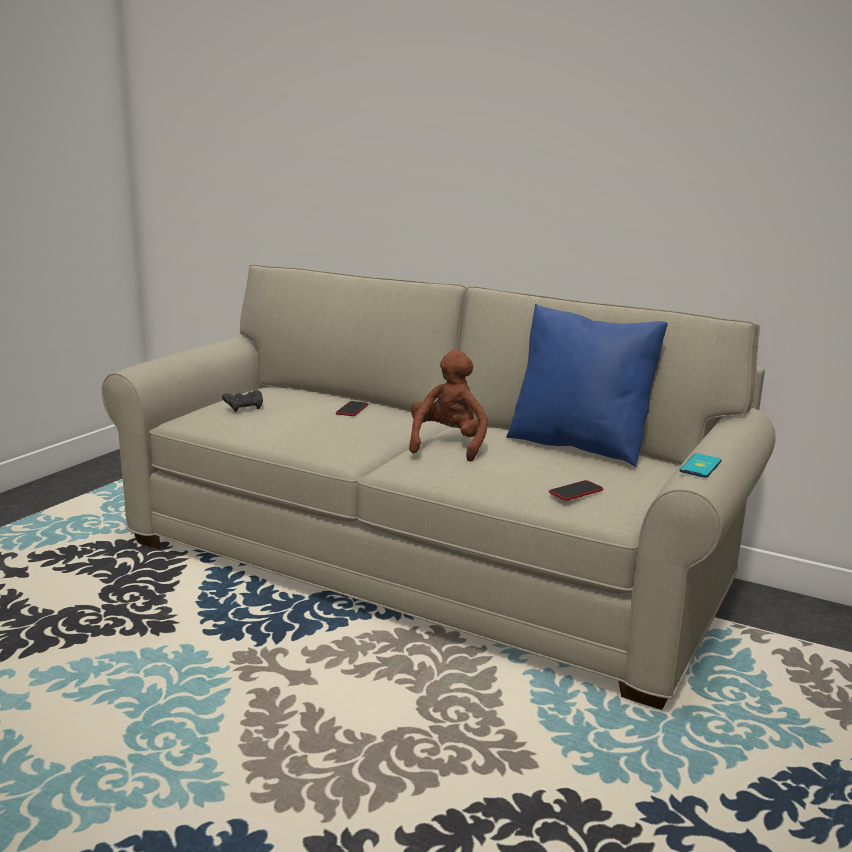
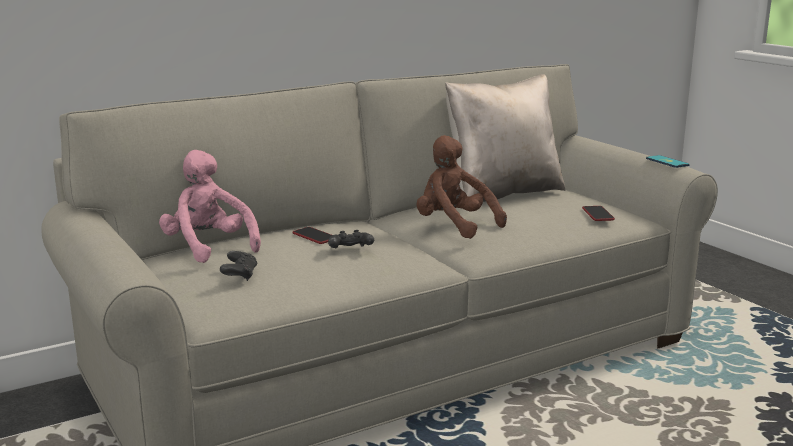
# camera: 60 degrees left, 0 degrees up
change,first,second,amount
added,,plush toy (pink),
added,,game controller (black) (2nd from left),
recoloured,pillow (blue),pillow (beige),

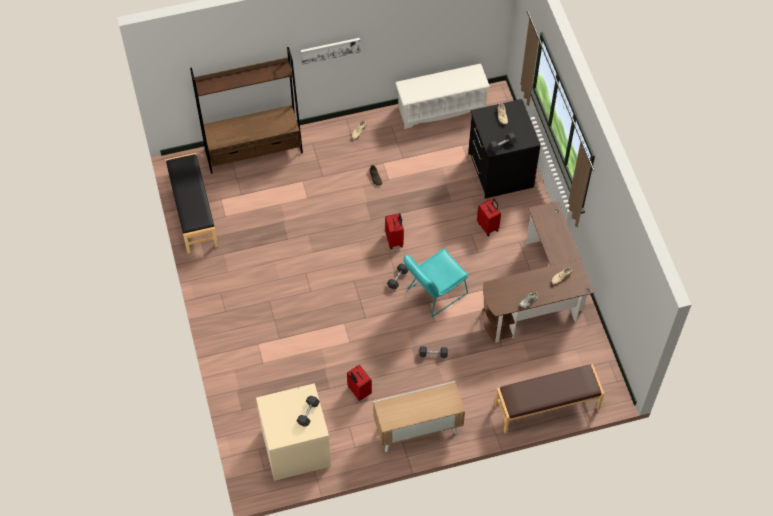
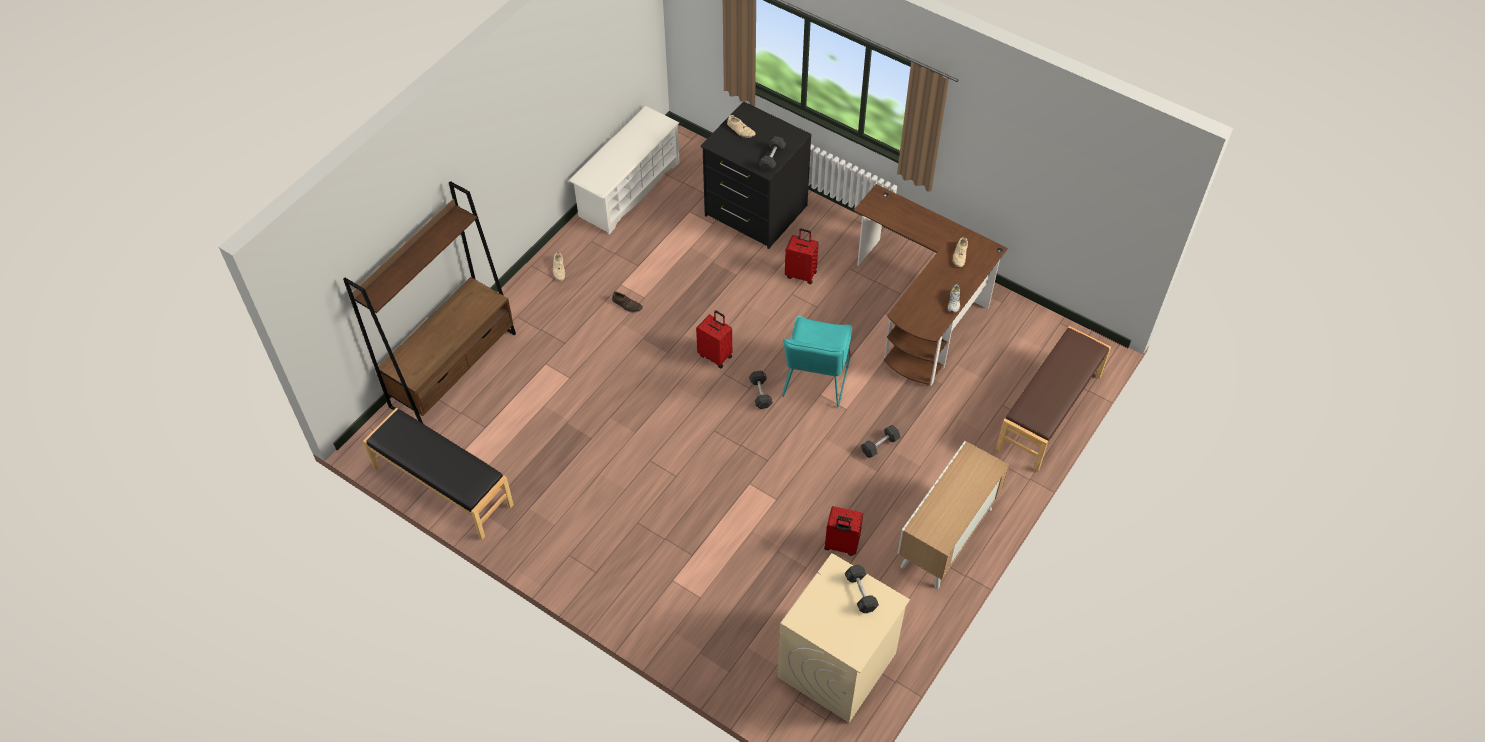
# camera: 40 degrees left, 5 degrees down
change,first,second,amount
removed,picture,,

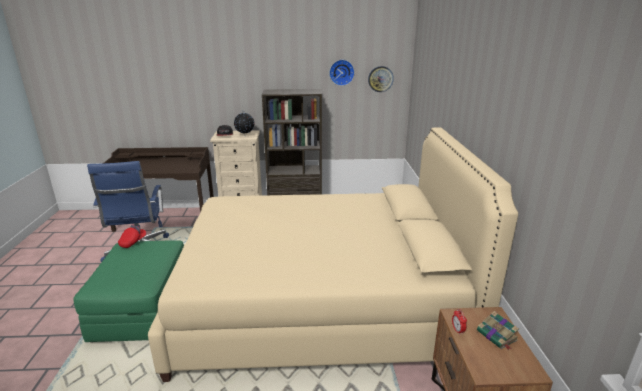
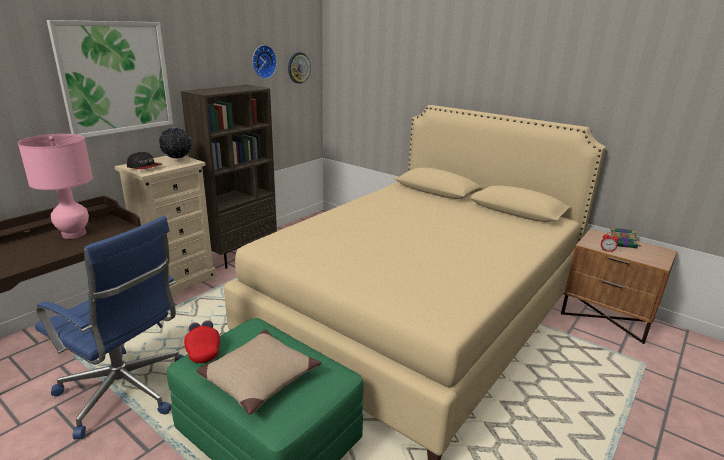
# camera: 50 degrees left, 0 degrees up
change,first,second,amount
added,,table lamp (pink),
added,,picture,
added,,pillow (beige),

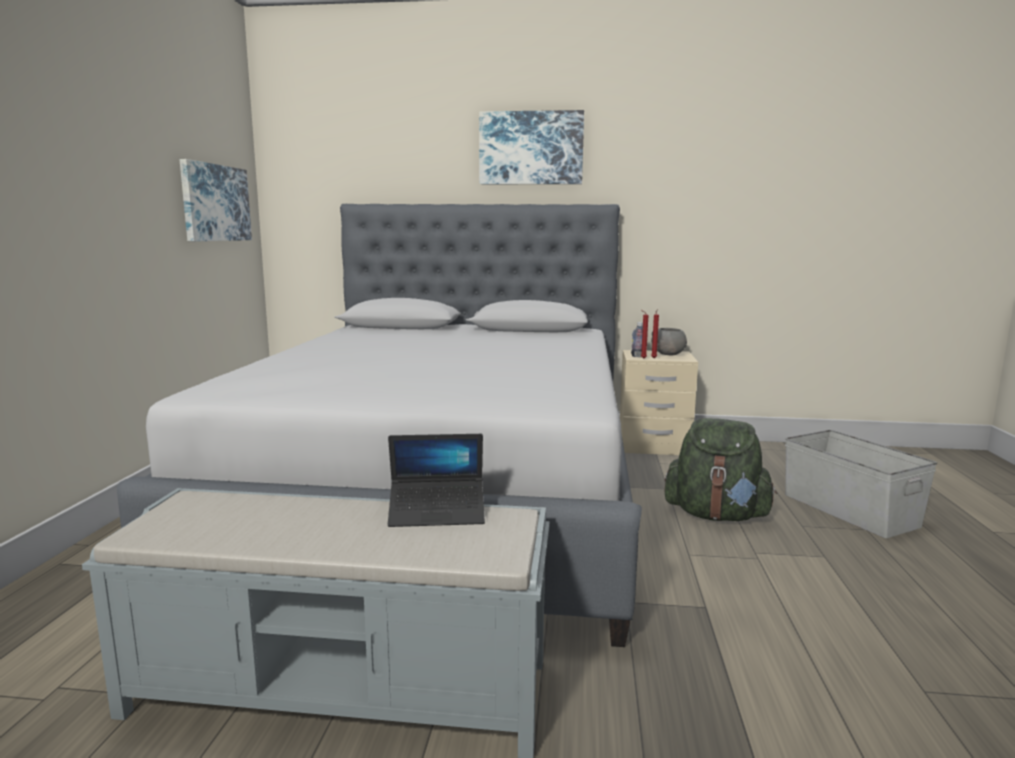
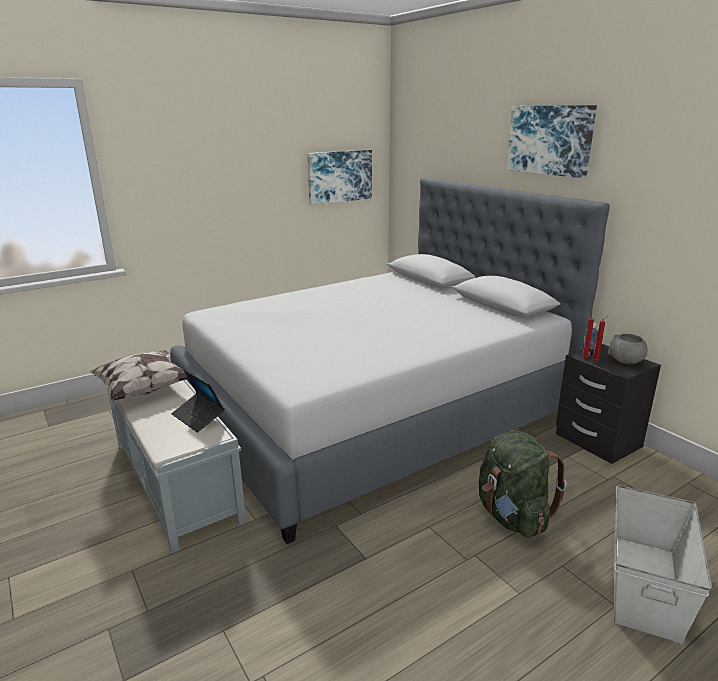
# camera: 50 degrees right, 10 degrees up
change,first,second,amount
added,,pillow,
recoloured,nightstand (beige),nightstand (black),

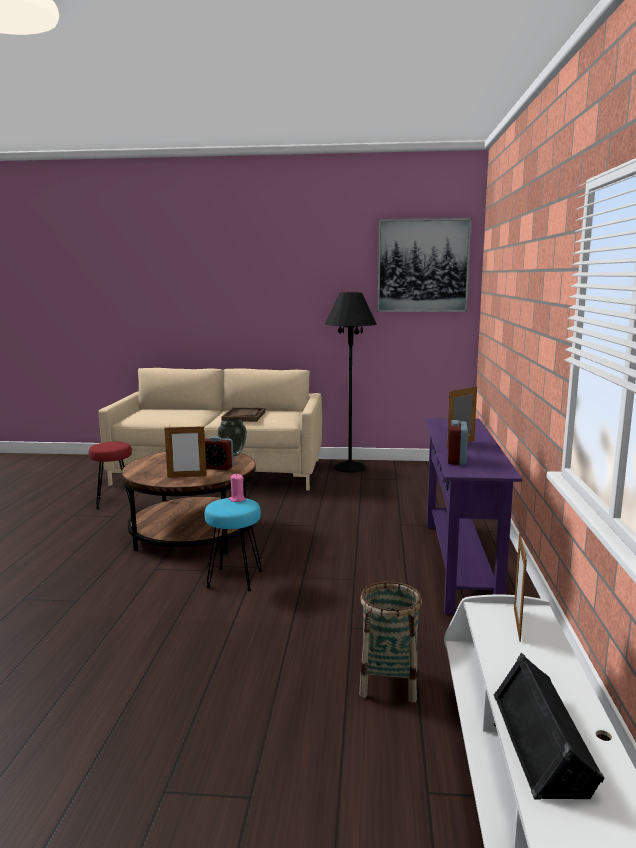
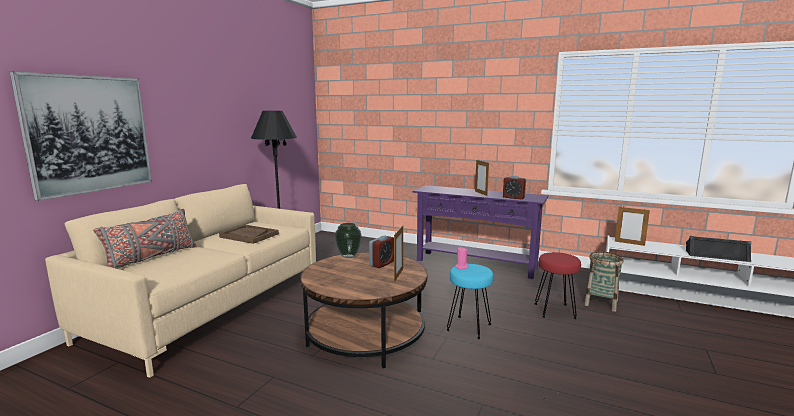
# camera: 70 degrees left, 0 degrees up
change,first,second,amount
moved,picture,,
added,,pillow (grey),
moved,stool (red),,

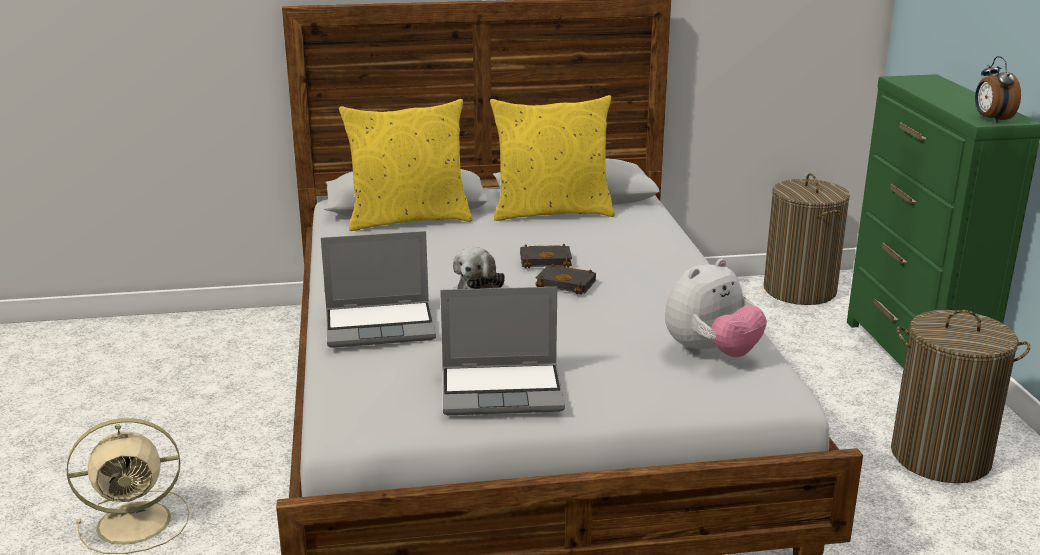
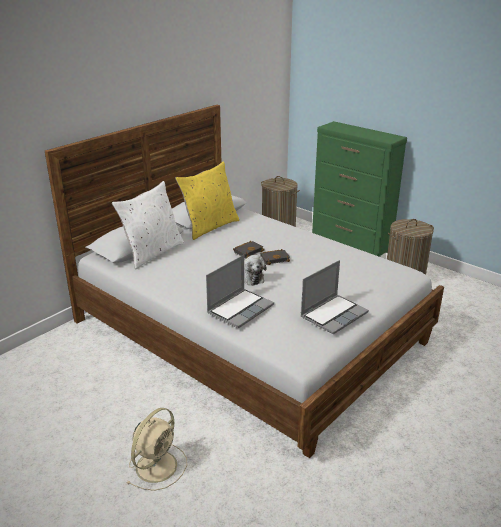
# camera: 40 degrees left, 5 degrees up
change,first,second,amount
recoloured,pillow (yellow) (1st from left),pillow (white),
removed,plush toy (2nd from left),,
removed,alarm clock,,

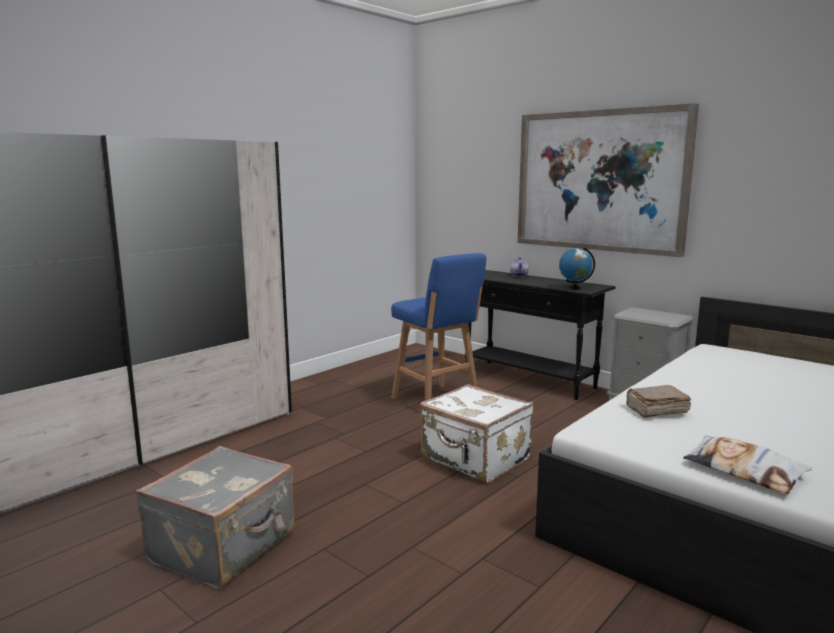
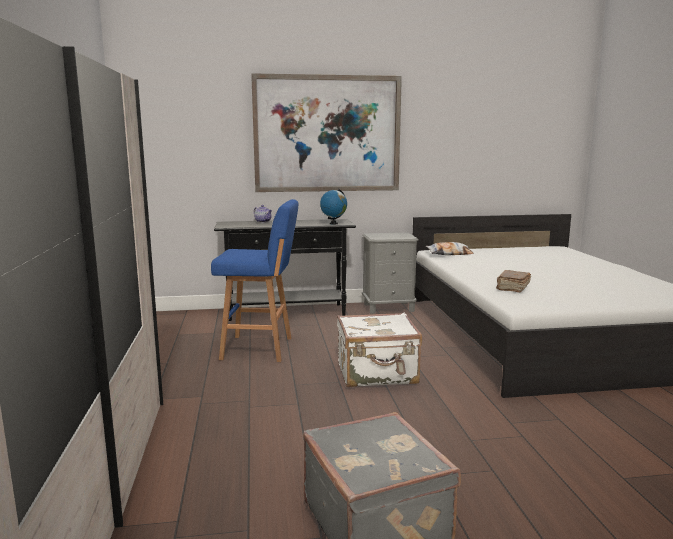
# camera: 50 degrees left, 0 degrees up
change,first,second,amount
moved,pillow,,

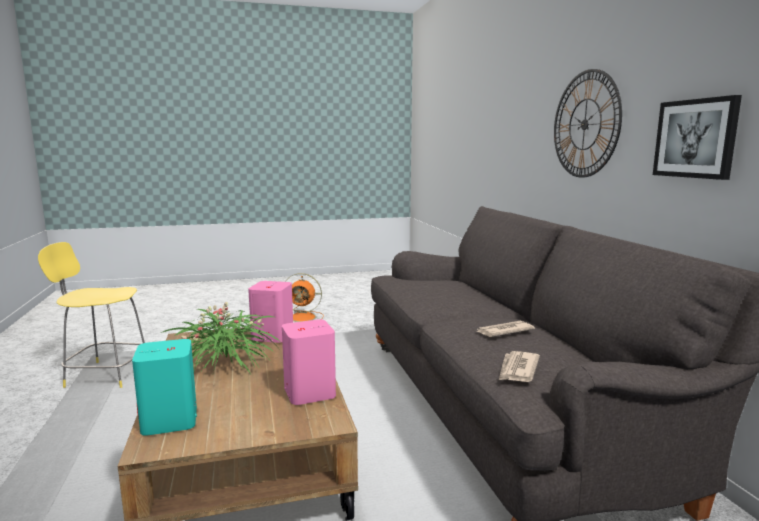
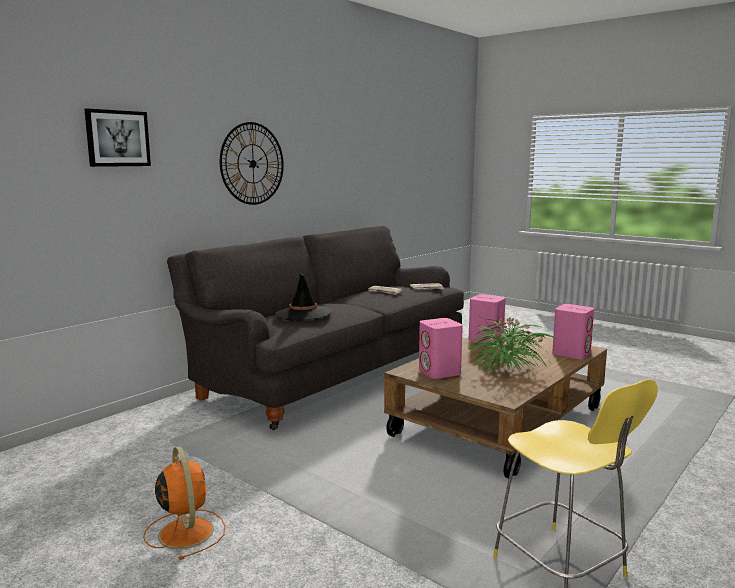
# camera: 125 degrees left, 0 degrees up
change,first,second,amount
moved,picture,,
added,,hat (black),
recoloured,speaker (turquoise),speaker (pink) (3rd from left),

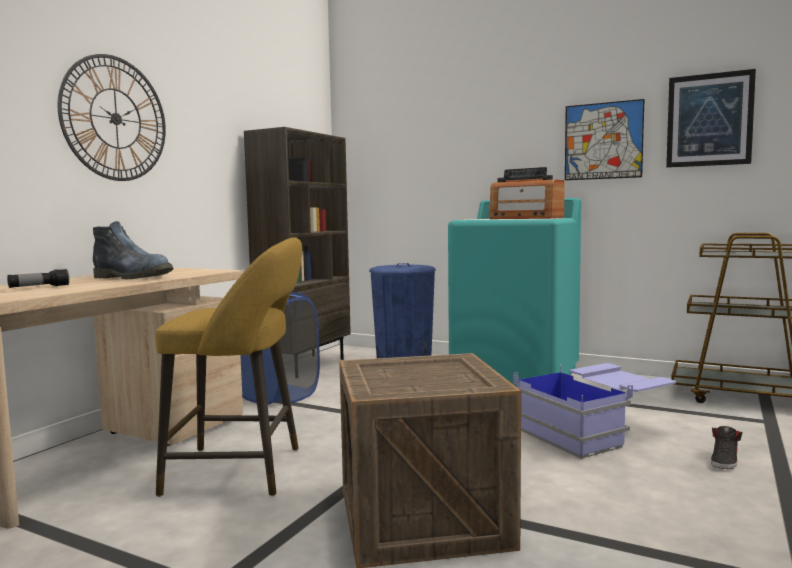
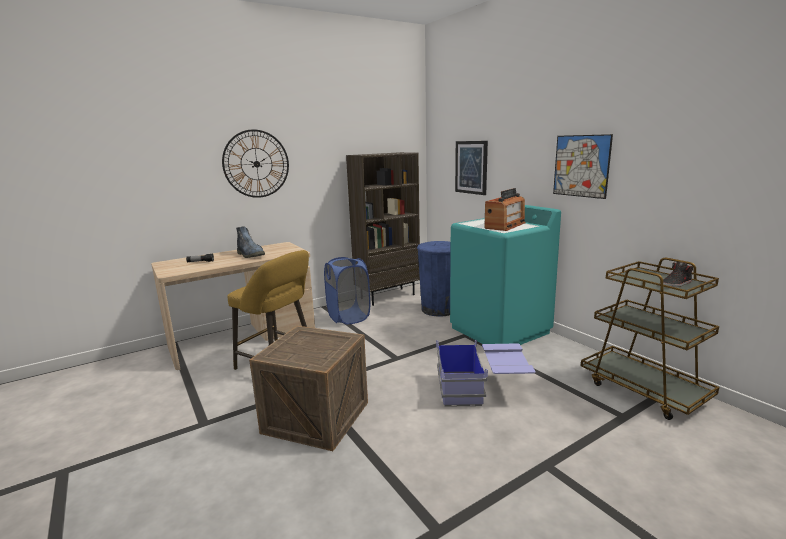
# camera: 30 degrees right, 10 degrees up
change,first,second,amount
moved,picture (2nd from left in the first image),picture (1st from left),
turned,radio,,120 degrees counterclockwise
moved,shoe (black),,

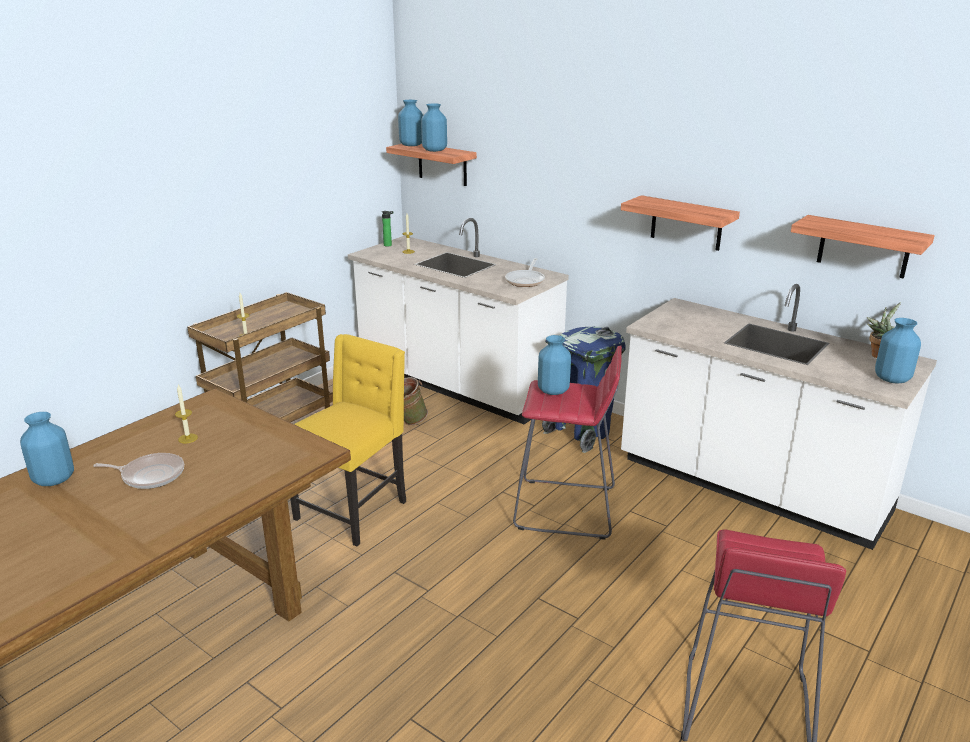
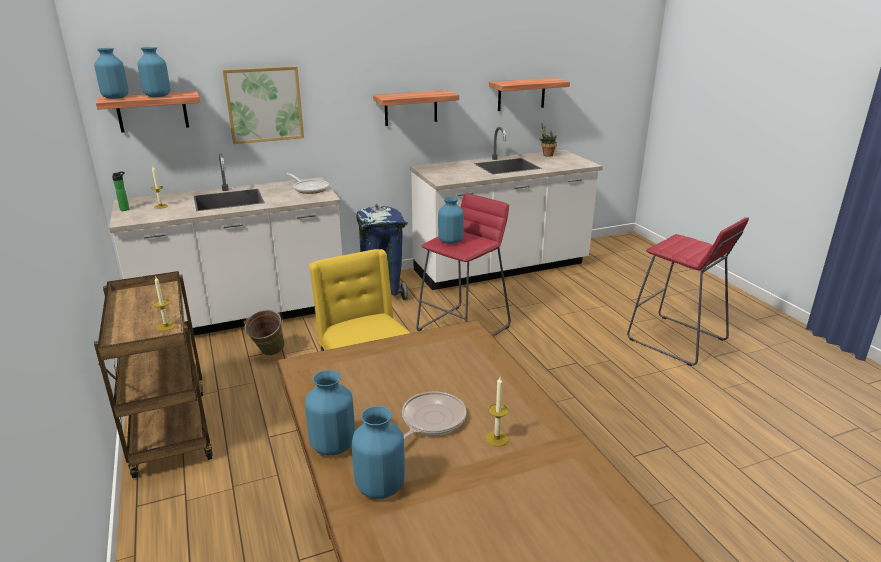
# camera: 60 degrees left, 0 degrees up
change,first,second,amount
added,,picture,
moved,vase (blue) (5th from left in the first image),vase (blue) (3rd from left),
moved,candle (1st from left in the first image),candle (3rd from left),

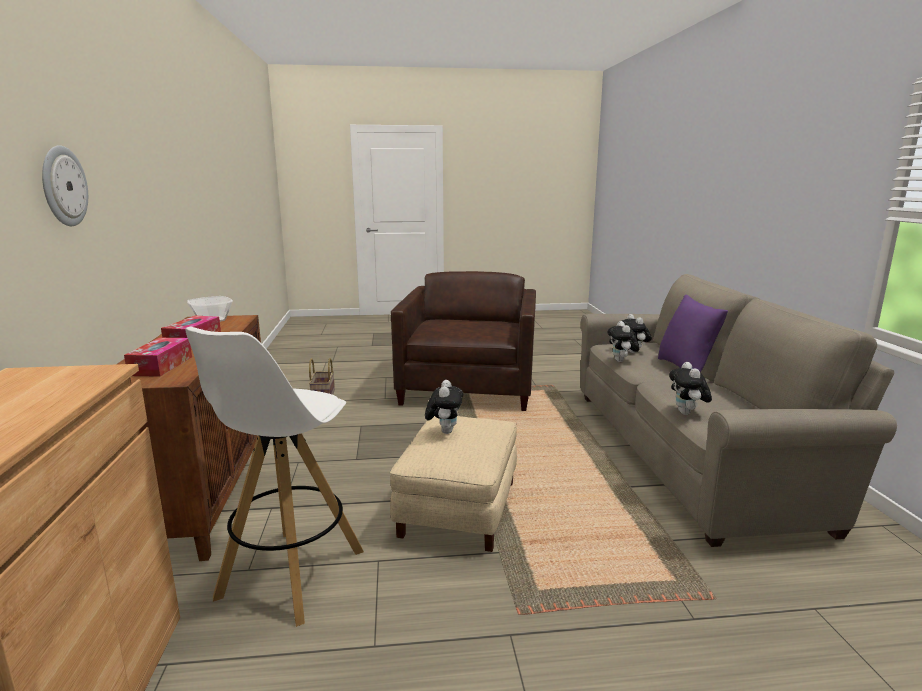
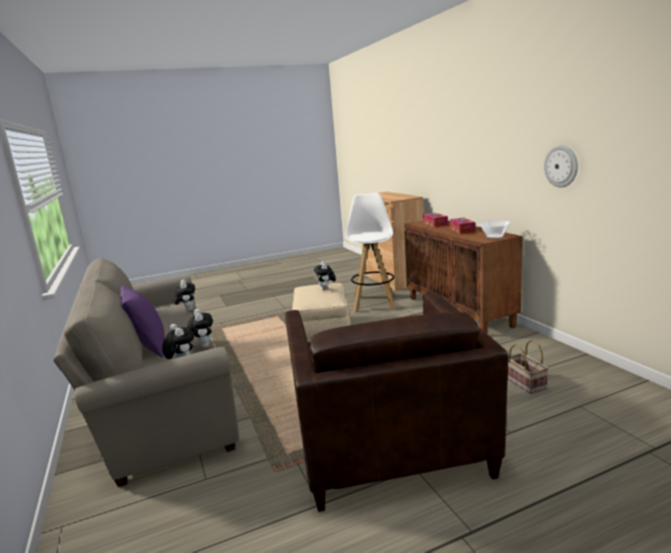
# camera: 165 degrees right, 0 degrees up
change,first,second,amount
moved,wall clock,,

